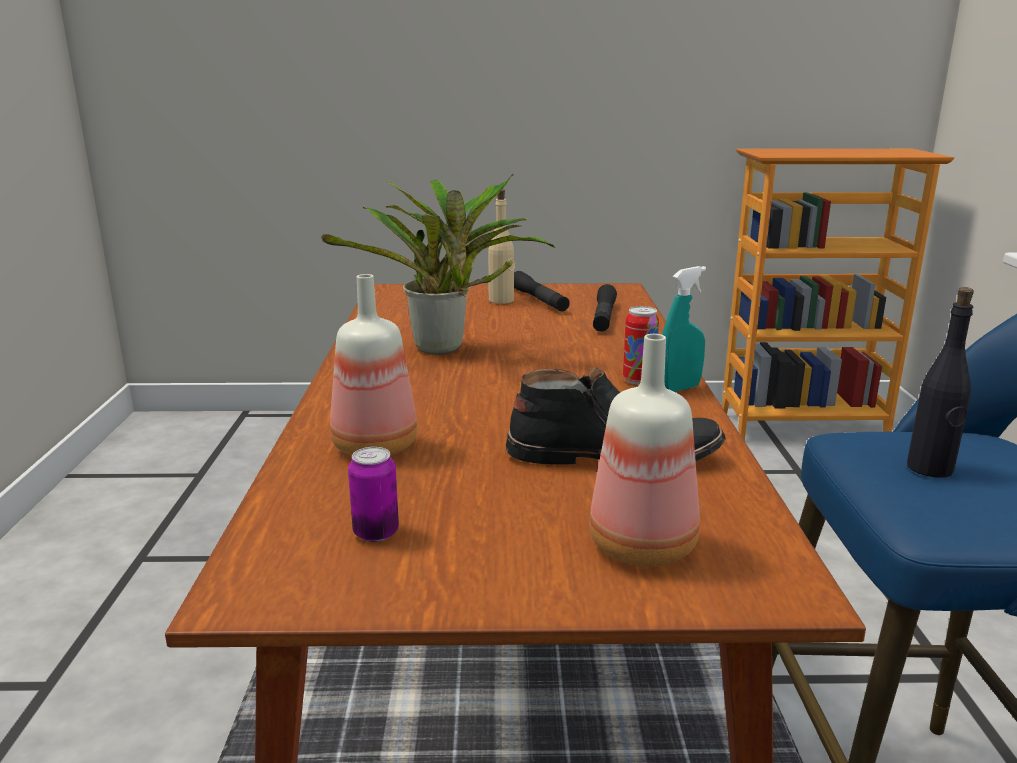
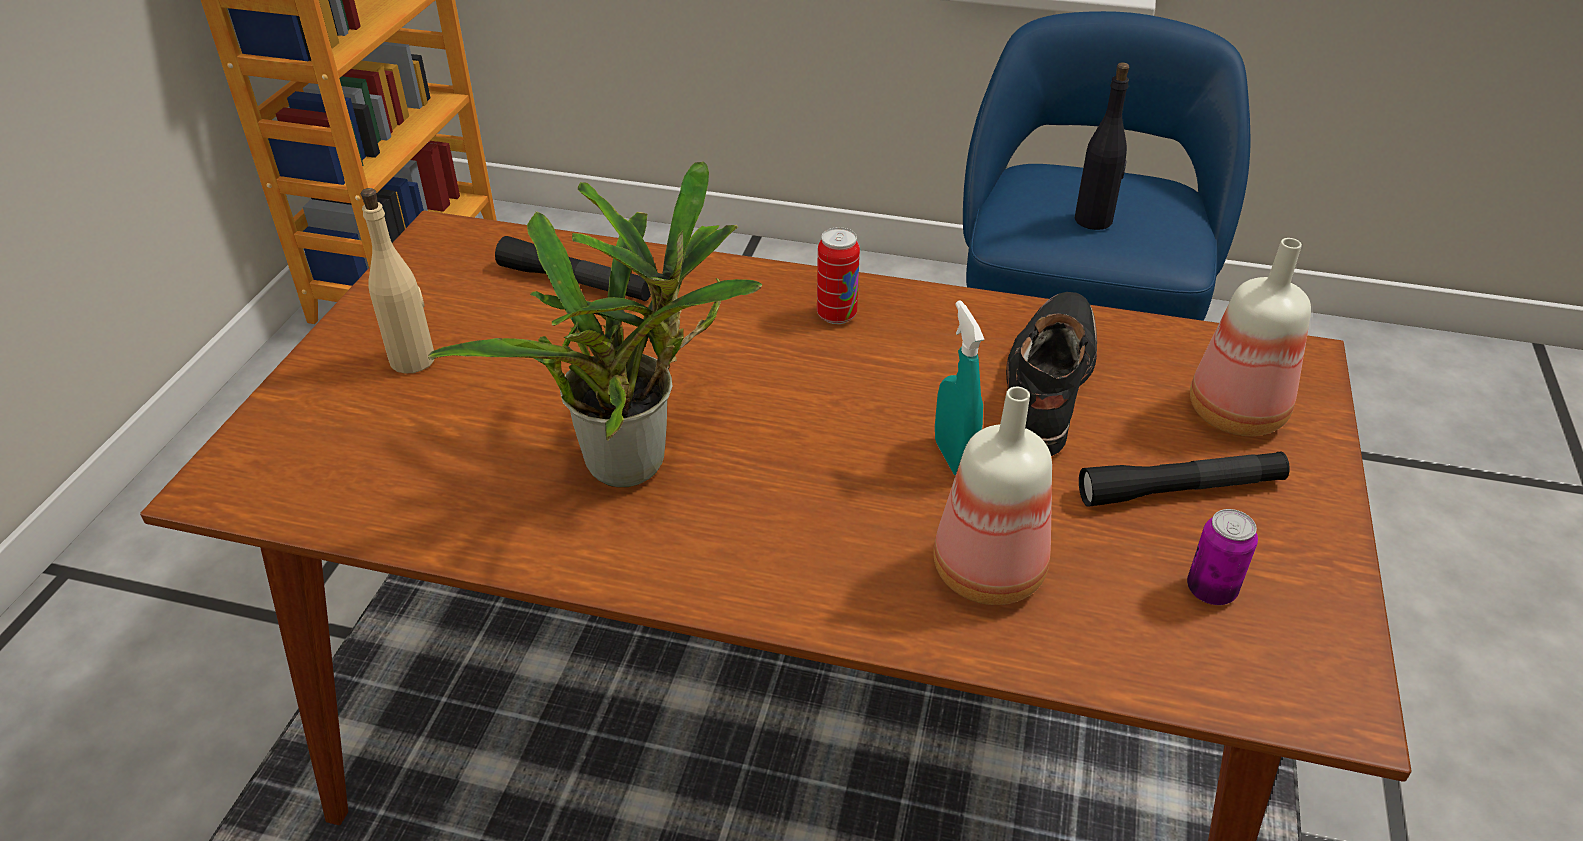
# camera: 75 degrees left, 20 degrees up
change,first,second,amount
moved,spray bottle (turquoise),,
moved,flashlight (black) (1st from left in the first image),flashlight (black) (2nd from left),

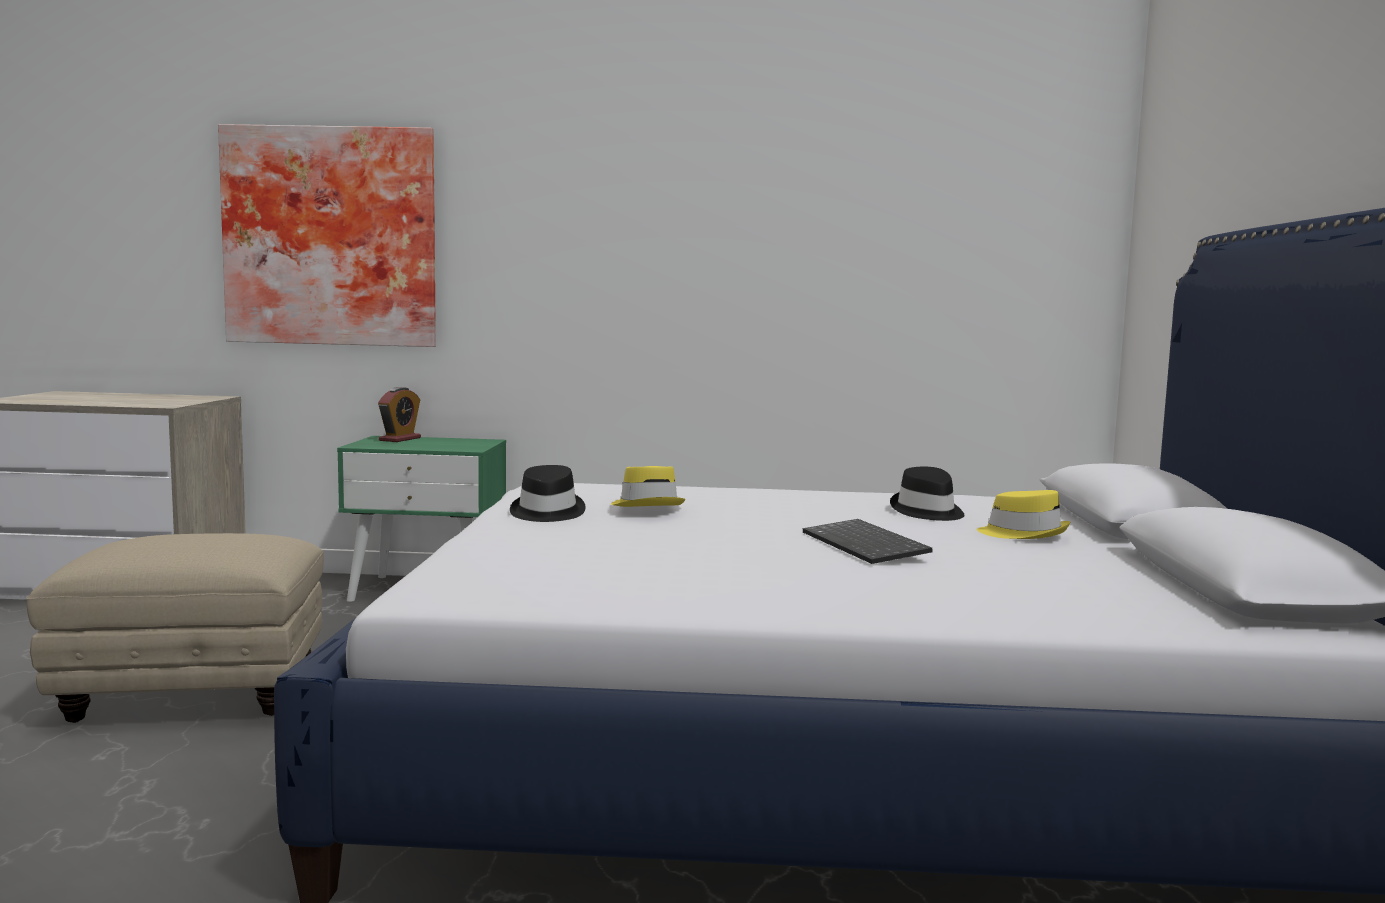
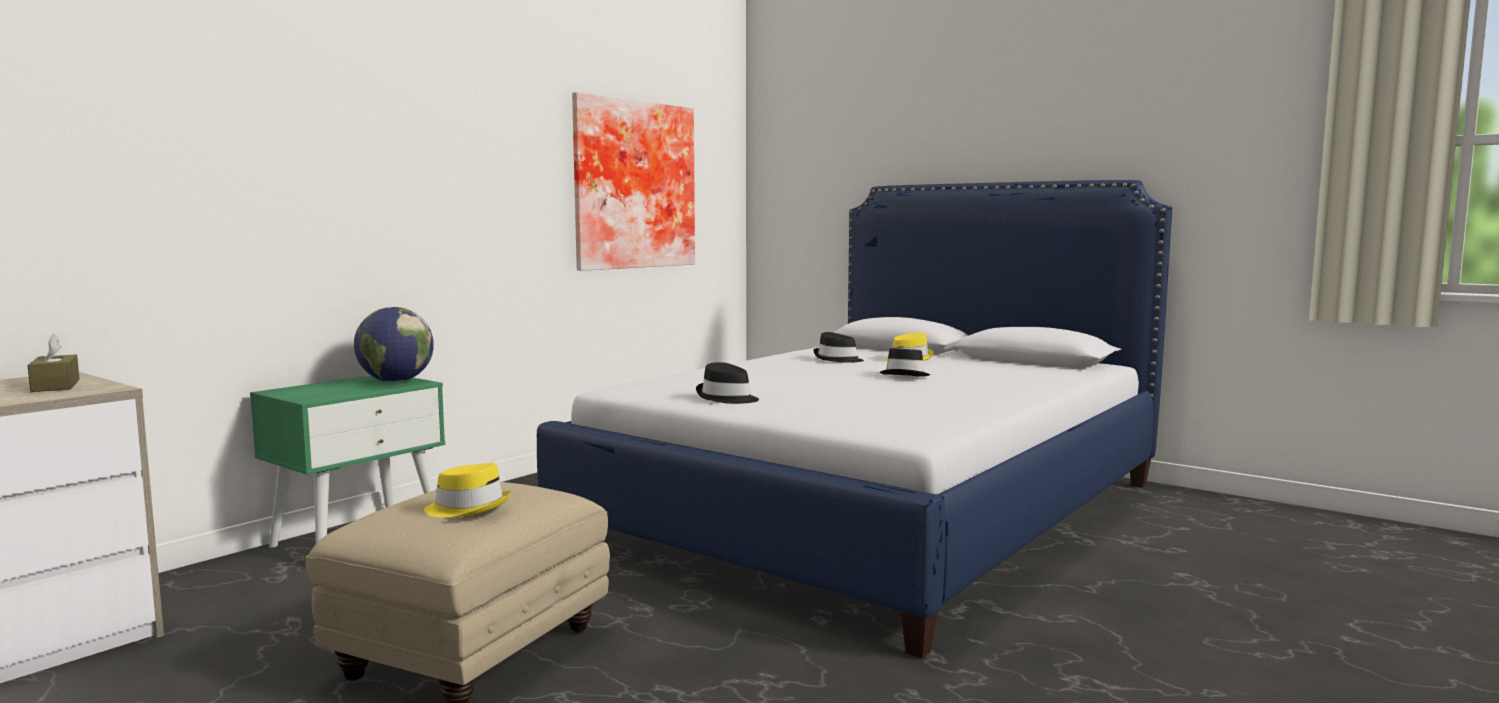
# camera: 55 degrees left, 0 degrees up
change,first,second,amount
added,,tissue box (brown),
added,,globe,
moved,hat (yellow) (1st from left),,
moved,picture,,
replaced,keyboard,hat (black) (3rd from left),
removed,alarm clock,,

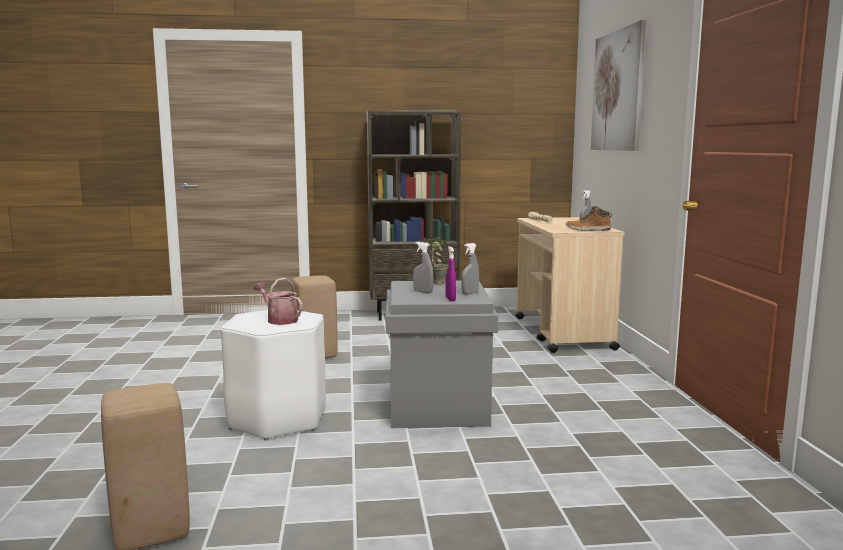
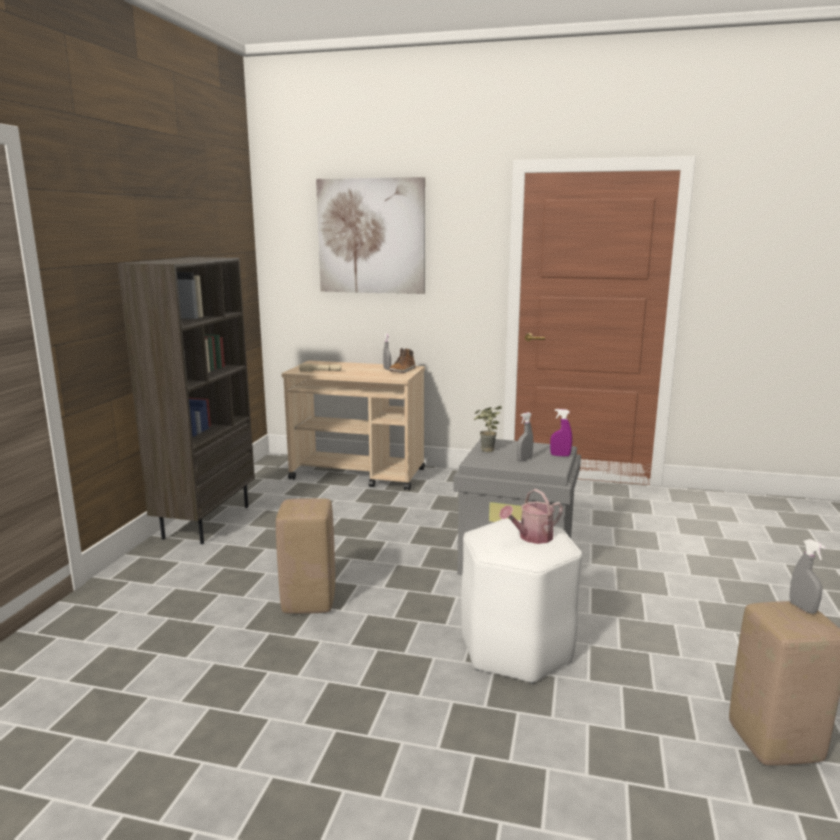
# camera: 70 degrees left, 5 degrees up
change,first,second,amount
moved,spray bottle (grey) (2nd from left in the first image),spray bottle (grey) (3rd from left),

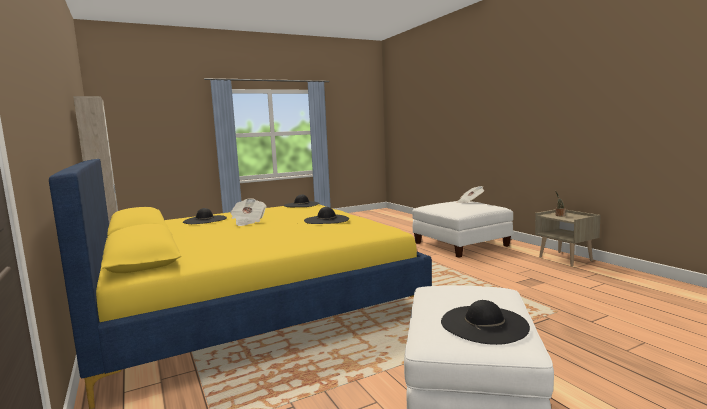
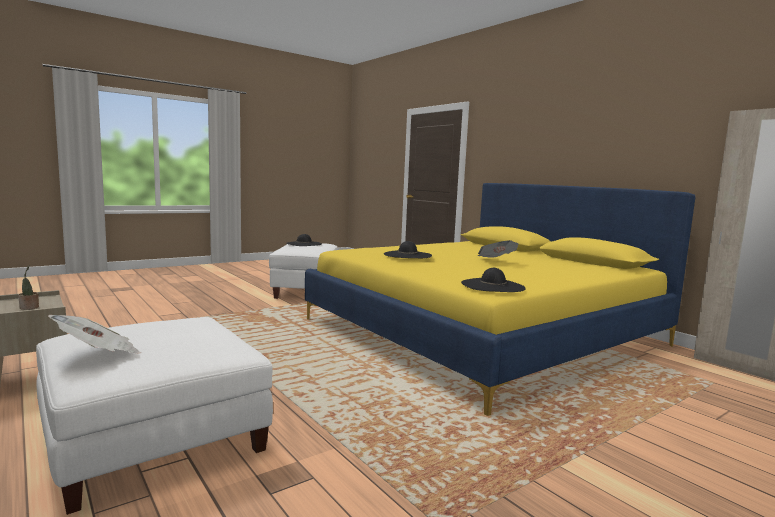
# camera: 170 degrees right, 0 degrees up
change,first,second,amount
removed,hat (black) (1st from left),,

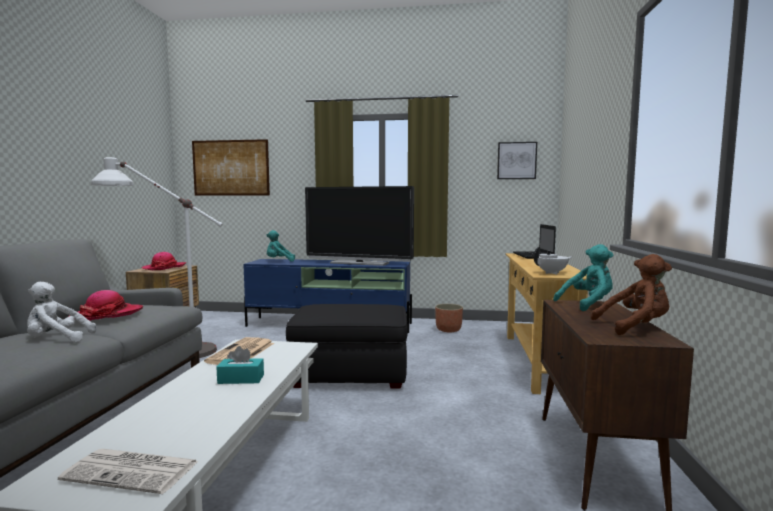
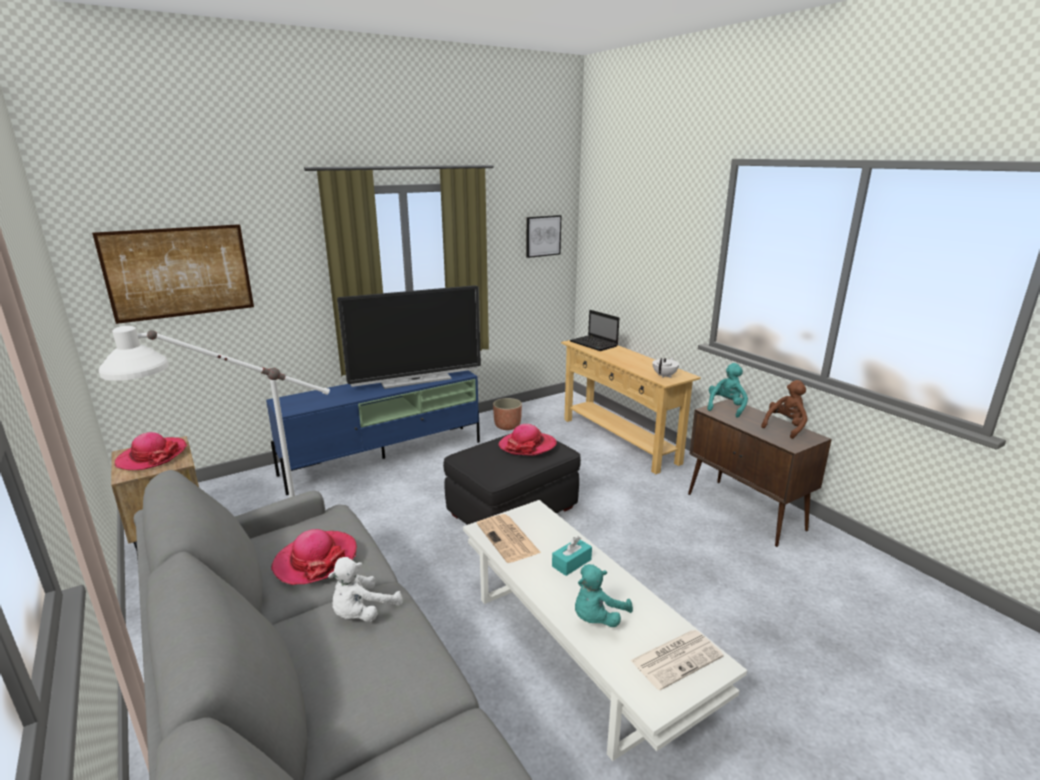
# camera: 40 degrees left, 15 degrees up
change,first,second,amount
added,,hat (3rd from left),
moved,plush toy (turquoise) (1st from left),,

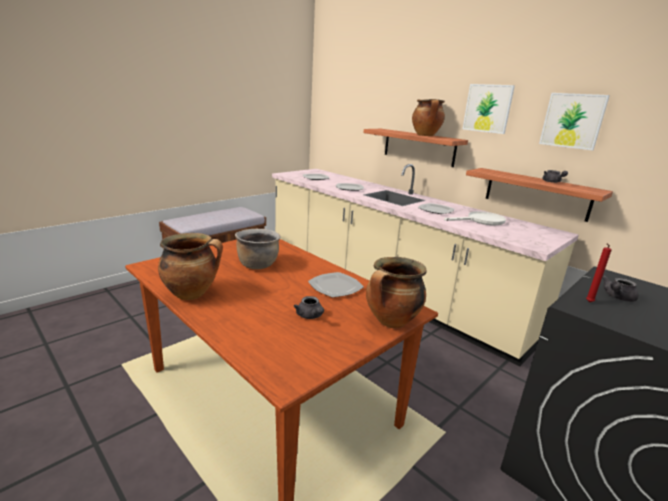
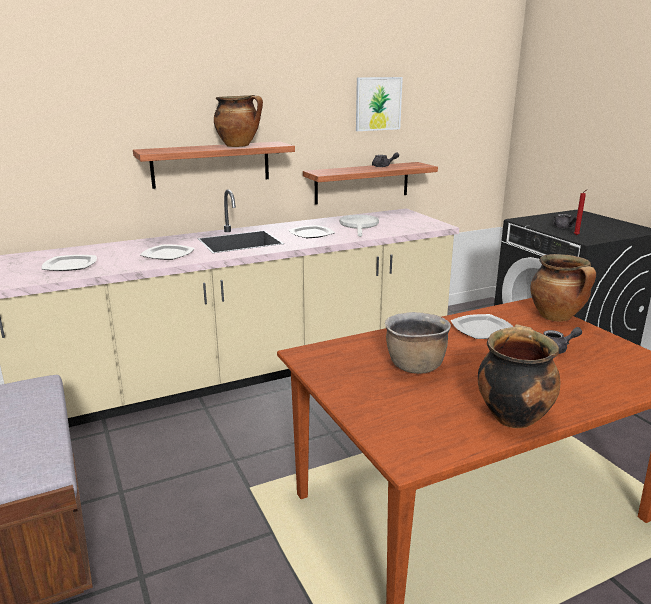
# camera: 70 degrees left, 0 degrees up
change,first,second,amount
removed,picture (1st from left),,

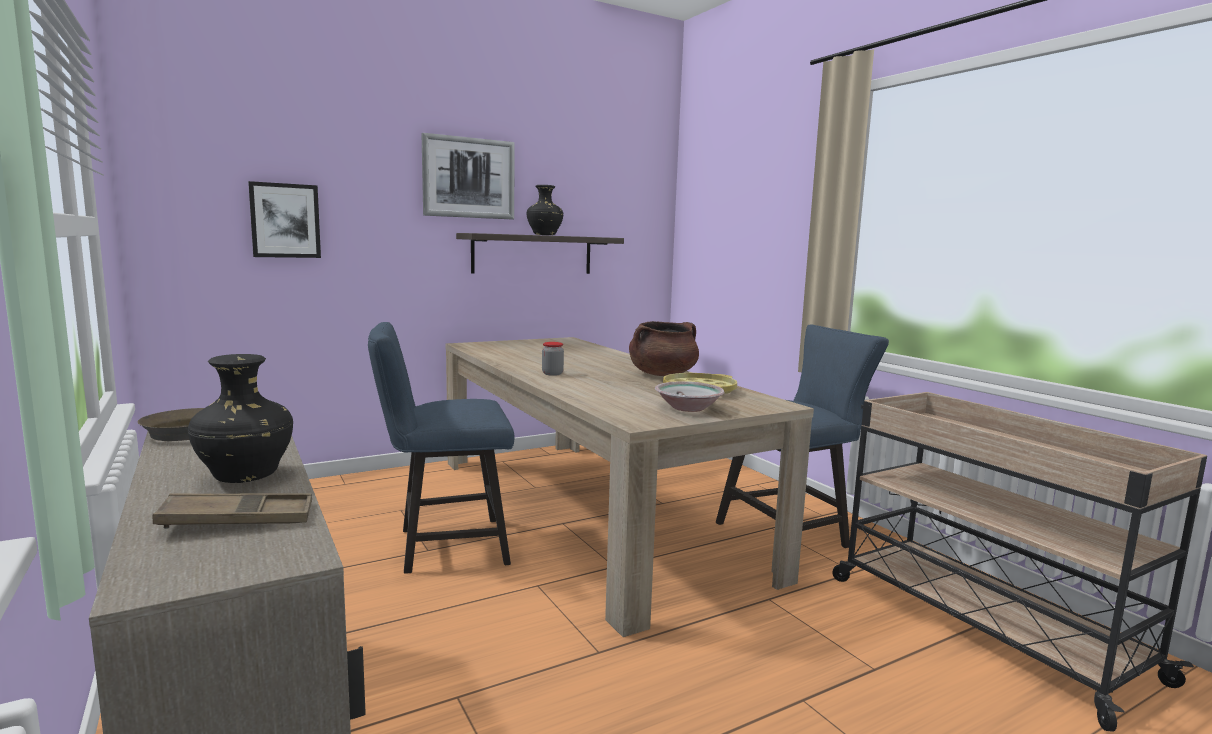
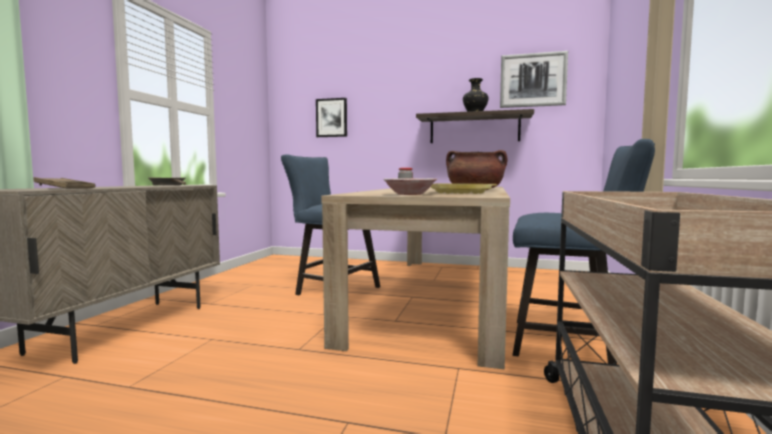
# camera: 45 degrees right, 5 degrees down
change,first,second,amount
moved,picture (2nd from left),,
removed,vase (black) (1st from left),,

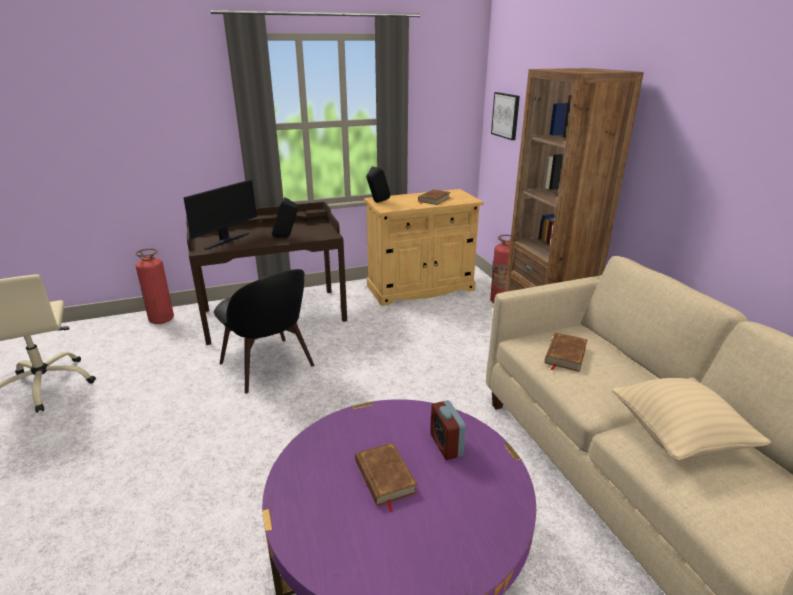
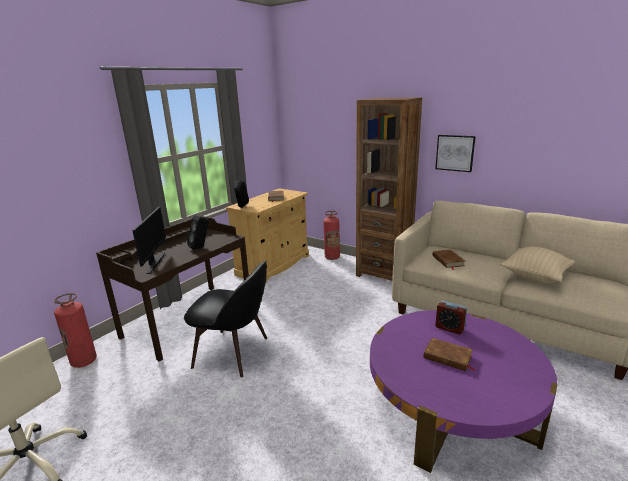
# camera: 35 degrees left, 5 degrees down
change,first,second,amount
moved,picture,,

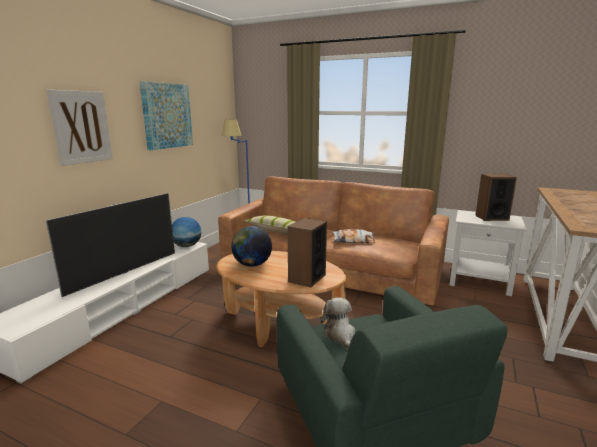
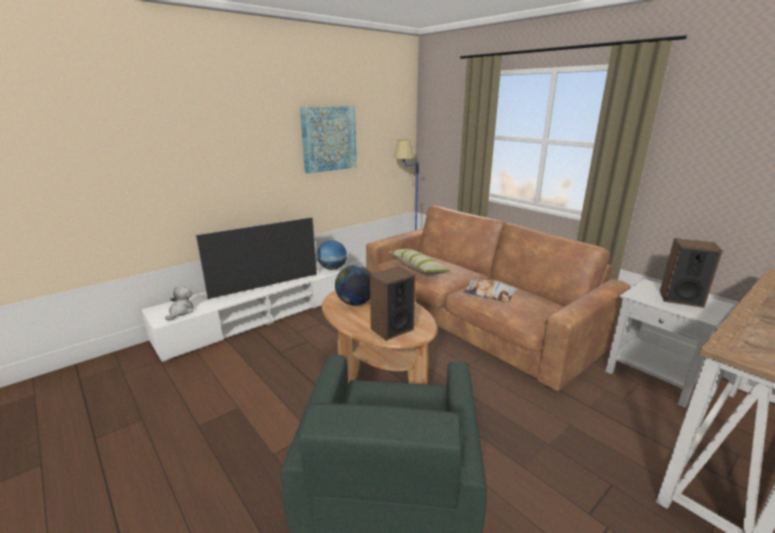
# camera: 25 degrees right, 5 degrees up
change,first,second,amount
moved,plush toy,,
removed,picture (1st from left),,

